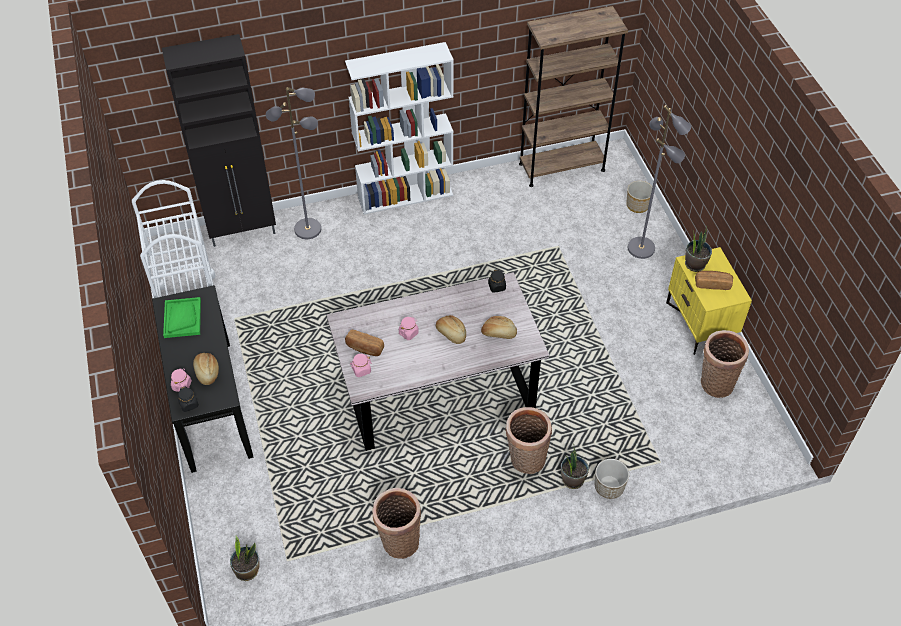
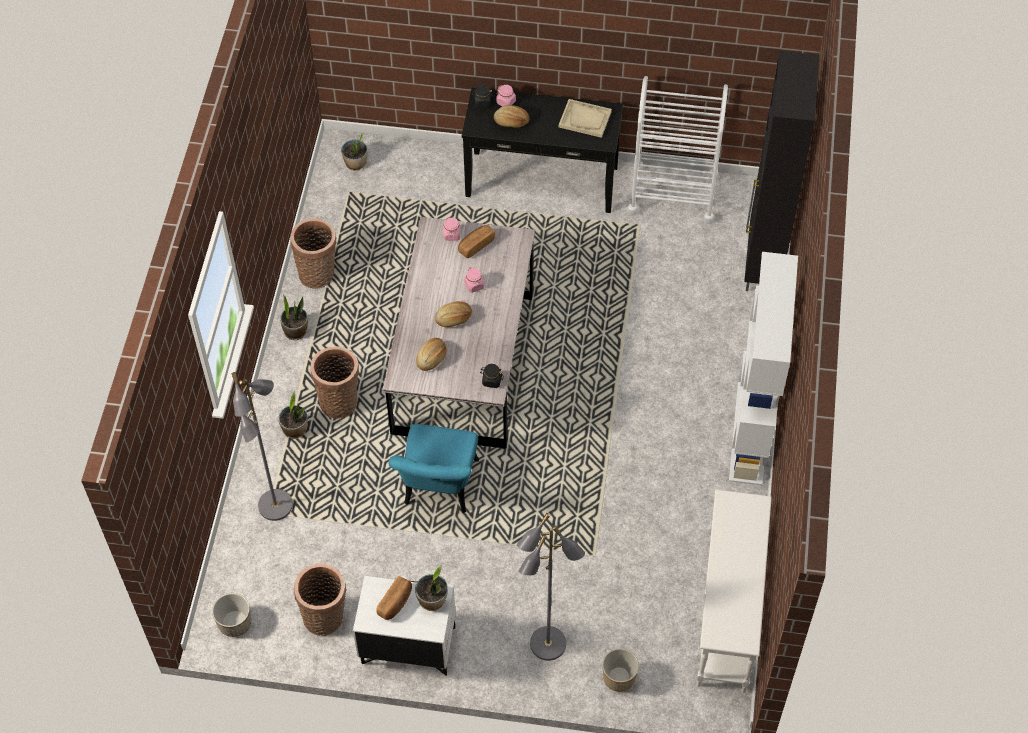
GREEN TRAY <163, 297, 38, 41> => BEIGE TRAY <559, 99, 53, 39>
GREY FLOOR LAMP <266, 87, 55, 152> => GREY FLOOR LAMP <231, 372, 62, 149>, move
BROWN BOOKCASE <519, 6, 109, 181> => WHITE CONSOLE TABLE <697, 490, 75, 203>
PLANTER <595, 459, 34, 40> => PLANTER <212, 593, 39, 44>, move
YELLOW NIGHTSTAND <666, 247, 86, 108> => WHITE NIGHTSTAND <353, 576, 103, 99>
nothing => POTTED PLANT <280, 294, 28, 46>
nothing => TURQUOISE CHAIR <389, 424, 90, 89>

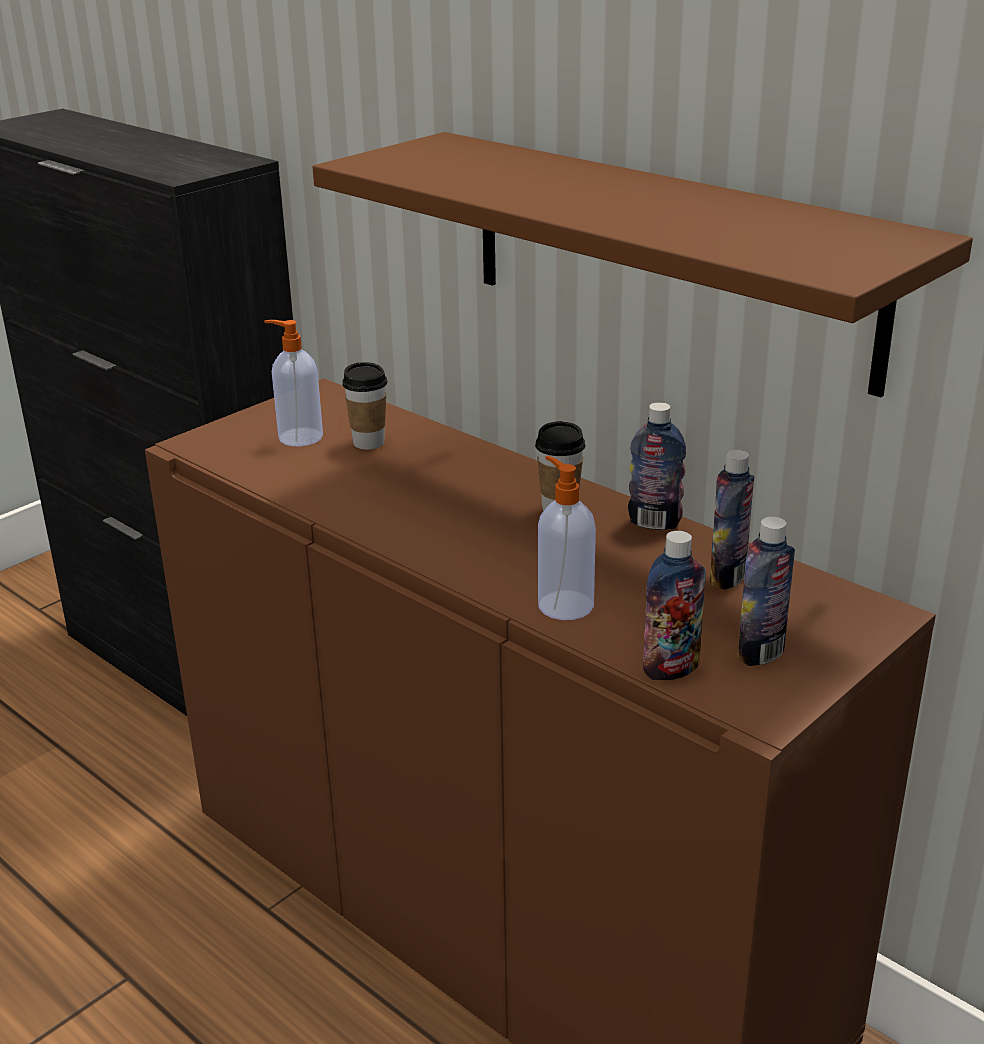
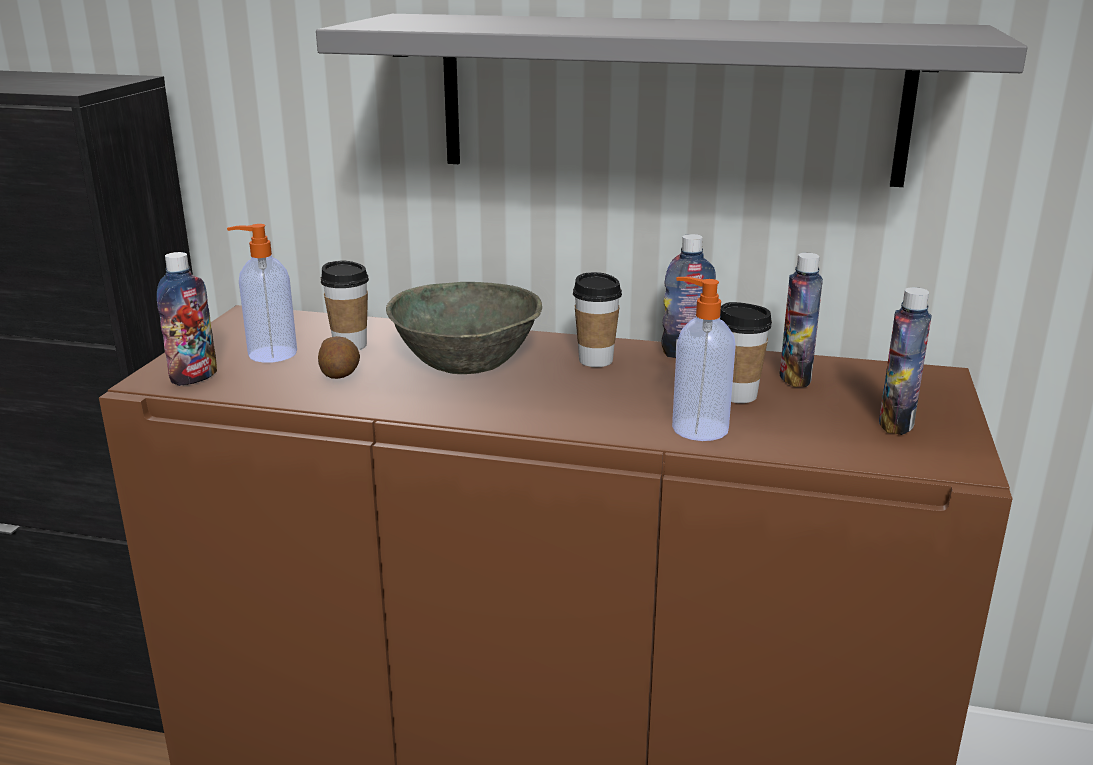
BROWN SHELF <313, 132, 660, 266> => GREY SHELF <316, 14, 711, 173>
BOTTLE <643, 531, 63, 149> => BOTTLE <157, 252, 60, 134>, move
nothing => POTATO <318, 336, 42, 43>
nothing => GREY BOWL <386, 282, 156, 92>
nothing => CUP <720, 302, 52, 101>

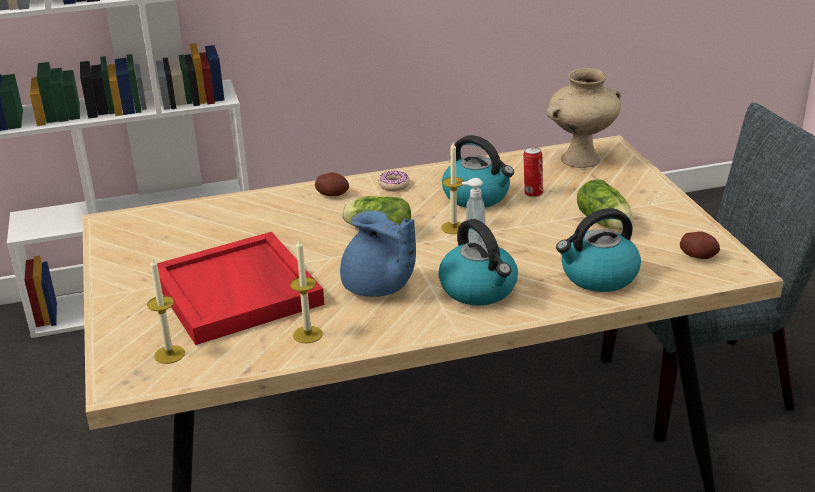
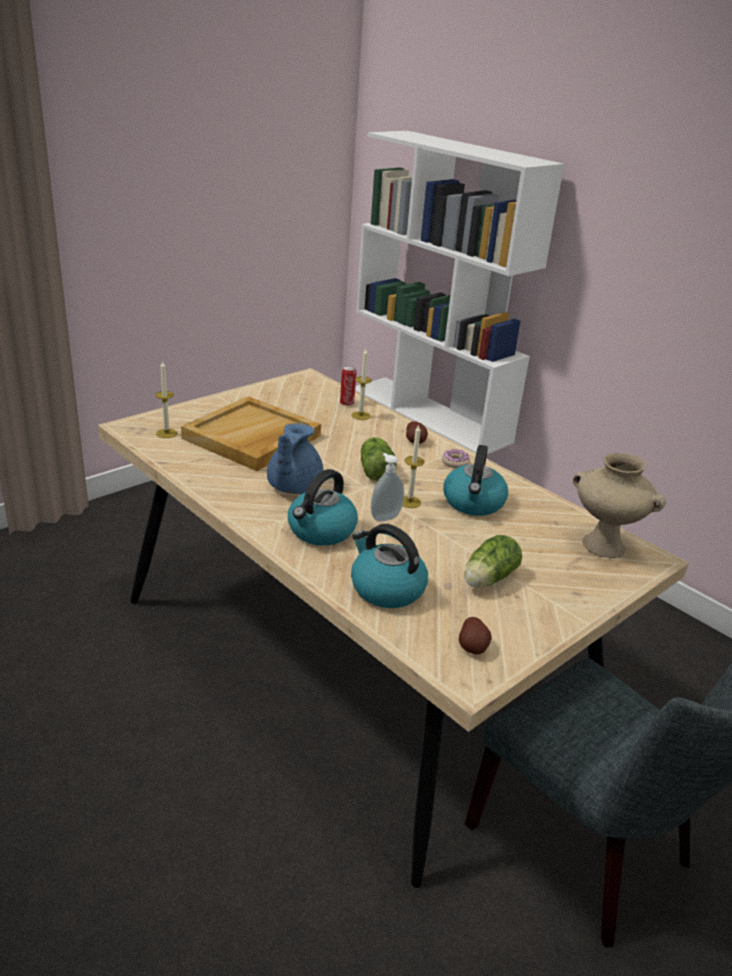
RED TRAY <157, 232, 167, 113> => BEIGE TRAY <181, 396, 140, 75>
CANDLE <290, 239, 33, 105> => CANDLE <351, 349, 21, 71>, move
CAN <523, 147, 20, 50> => CAN <340, 366, 17, 40>, move

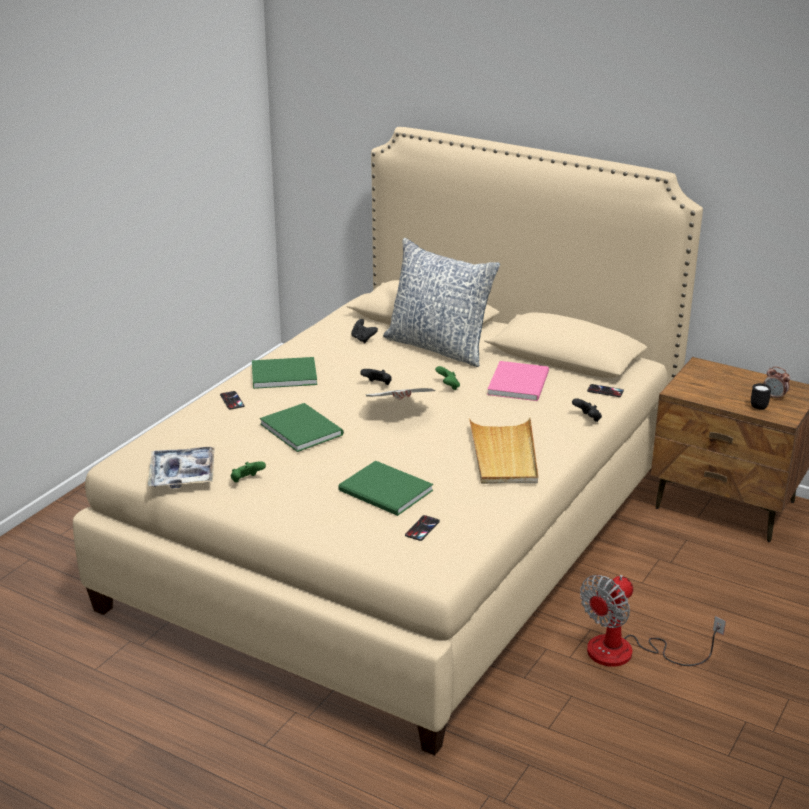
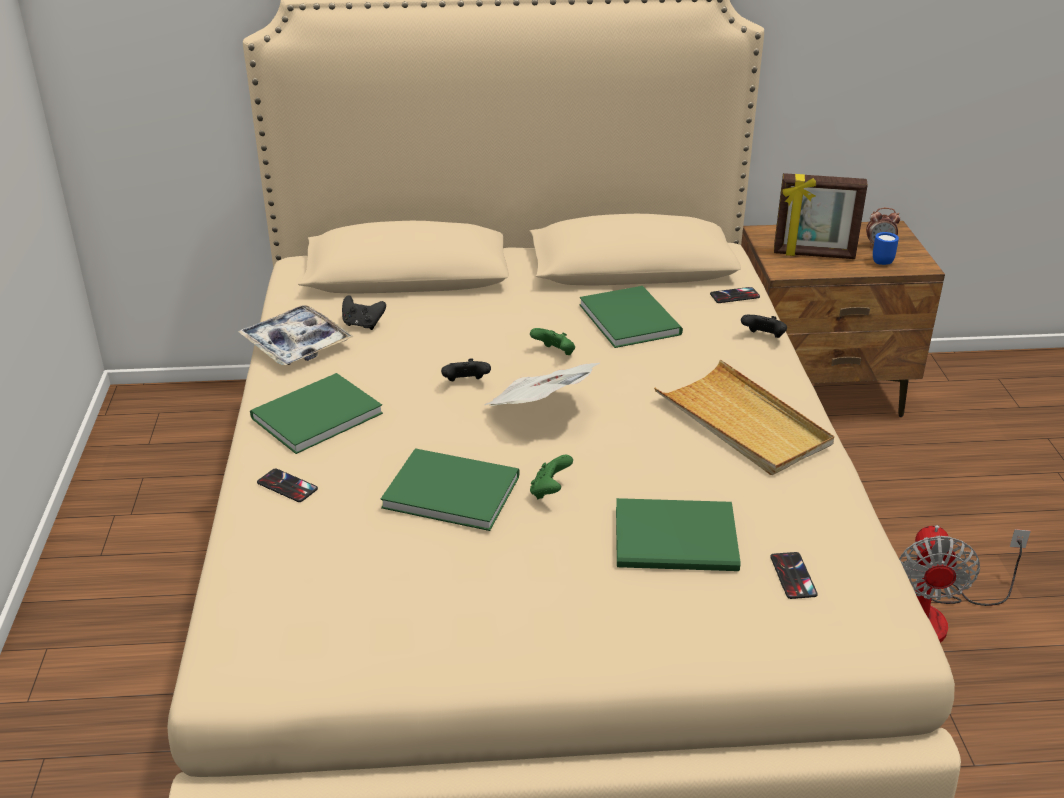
TRAY <148, 447, 66, 42> => TRAY <237, 305, 117, 60>, move
GREEN GAME CONTROLLER <231, 461, 35, 21> => GREEN GAME CONTROLLER <530, 455, 43, 44>, move
PILLOW <383, 238, 117, 129> => nothing
PINK BOOK <487, 361, 62, 40> => GREEN BOOK <580, 286, 103, 62>
BLACK MUG <751, 383, 20, 27> => BLUE MUG <873, 232, 26, 33>
nothing => PICTURE FRAME <774, 173, 94, 86>

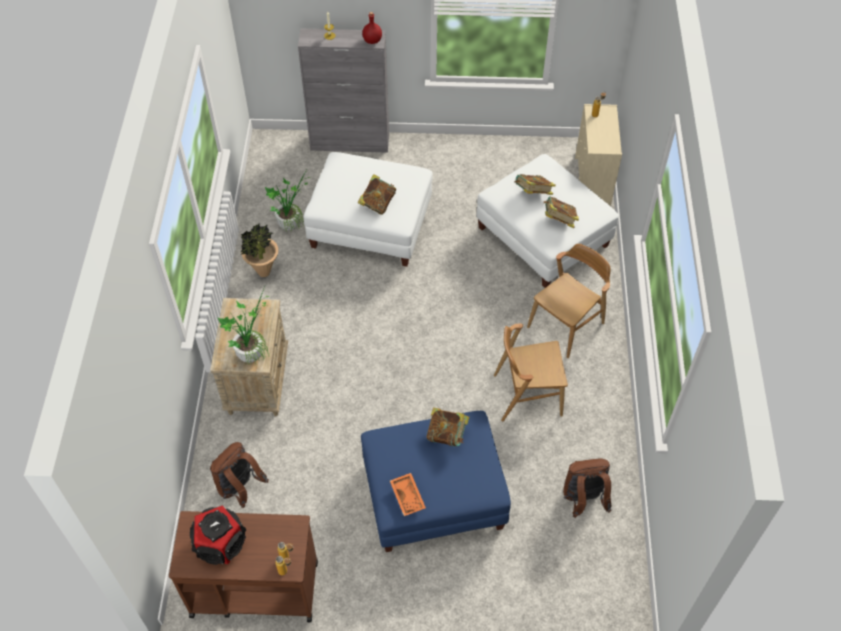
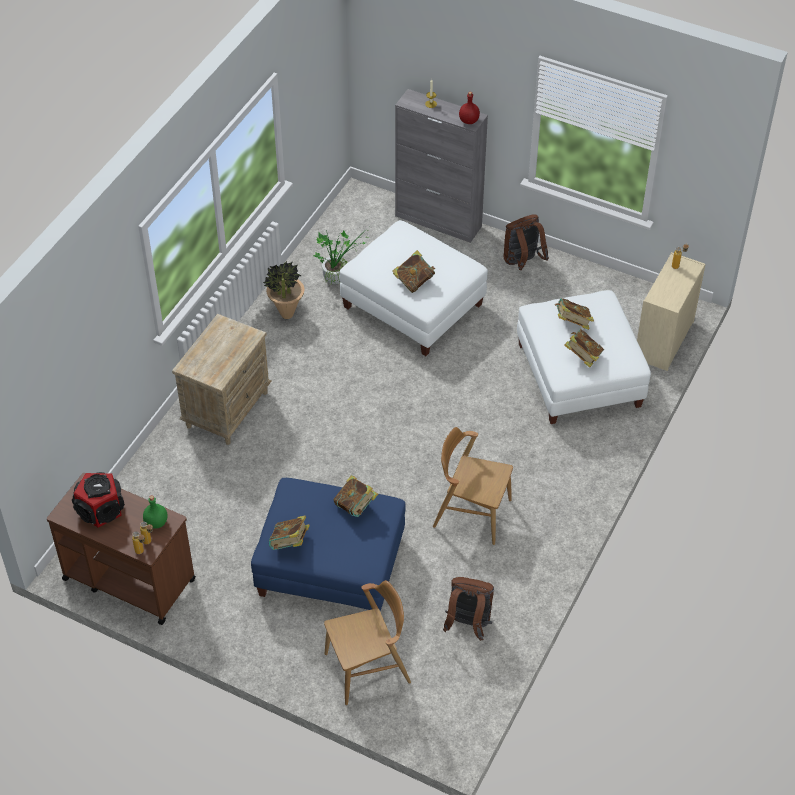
BROWN BACKPACK <210, 442, 59, 66> => BROWN BACKPACK <504, 214, 45, 56>, move
POTTED PLANT <217, 284, 53, 82> => nothing
ORANGE TRAY <390, 473, 36, 43> => BOOK <269, 515, 41, 35>
BROWN CHAIR <527, 244, 84, 114> => BROWN CHAIR <324, 580, 87, 125>, move
nothing => GREEN BOTTLE <143, 496, 24, 33>

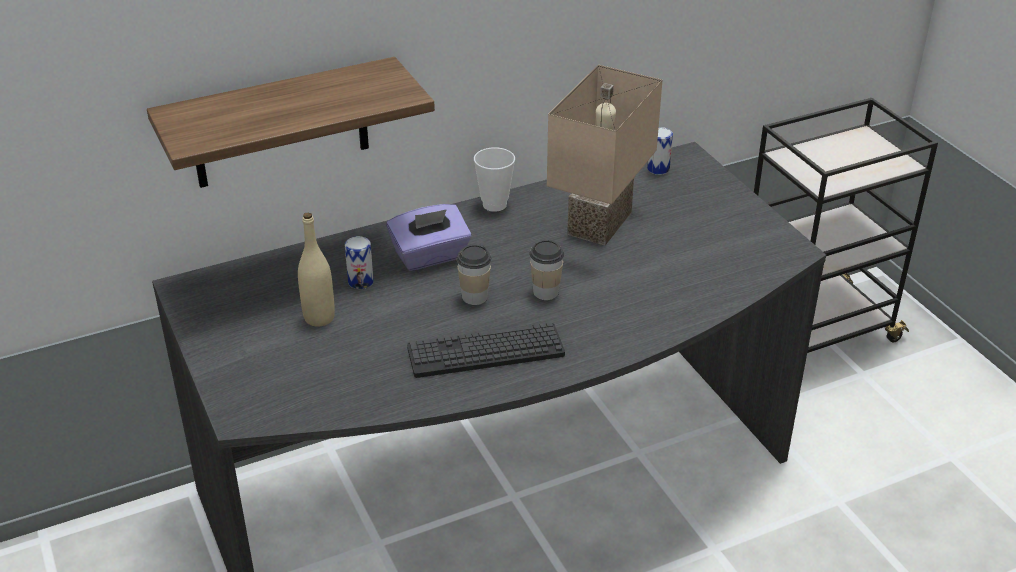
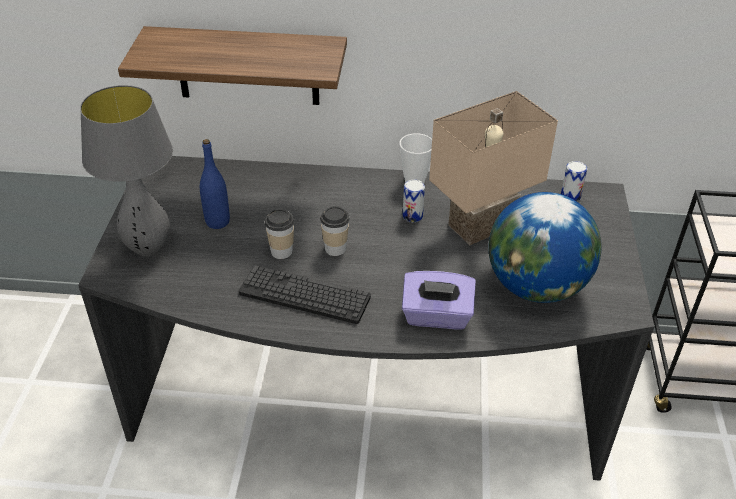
BEIGE BOTTLE <298, 212, 37, 115> => BLUE BOTTLE <200, 139, 30, 90>
CAN <345, 236, 29, 53> => CAN <403, 180, 22, 42>, move
PURPLE TISSUE BOX <386, 204, 85, 67> => PURPLE TISSUE BOX <402, 271, 74, 58>, move
CUP <530, 240, 34, 60> => CUP <265, 209, 29, 50>, move
nothing => GREY TABLE LAMP <80, 85, 93, 171>
nothing => GLOBE <488, 192, 114, 111>

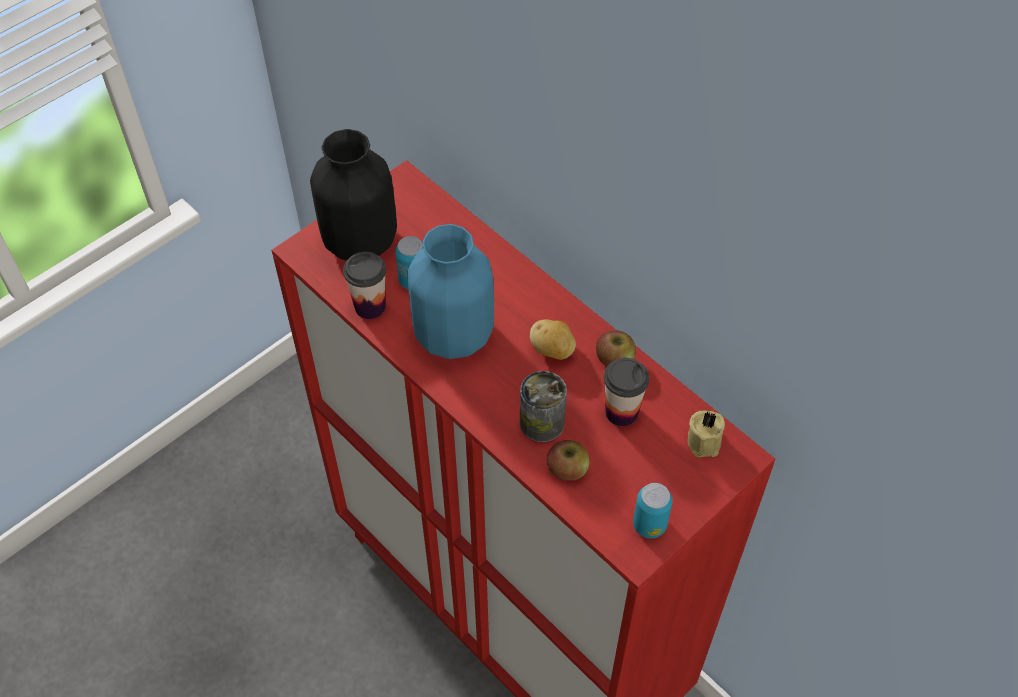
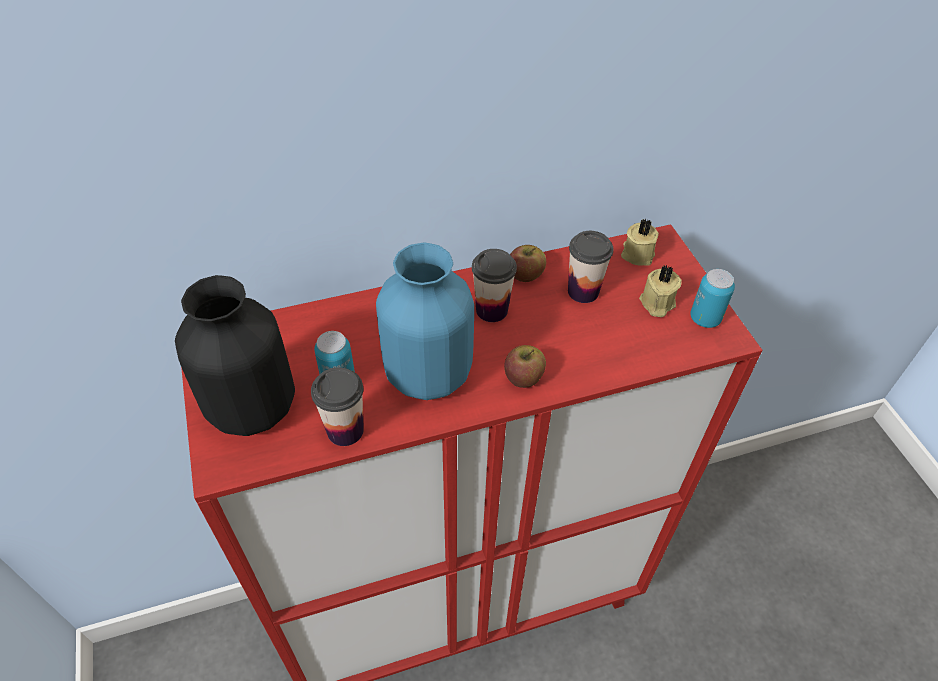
CAN <520, 371, 47, 71> => nothing
POTATO <530, 319, 46, 41> => CUP <472, 249, 45, 73>
APPLE <547, 440, 43, 40> => APPLE <504, 345, 42, 43>, move
nothing => BEIGE CANDLE <639, 265, 43, 52>

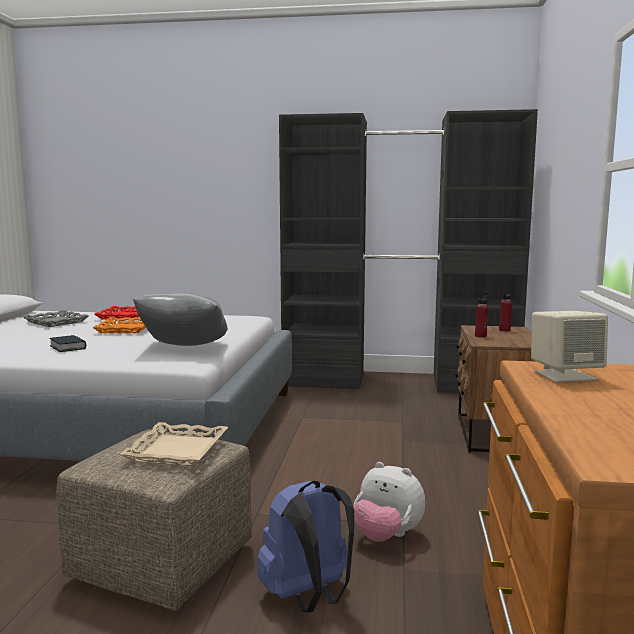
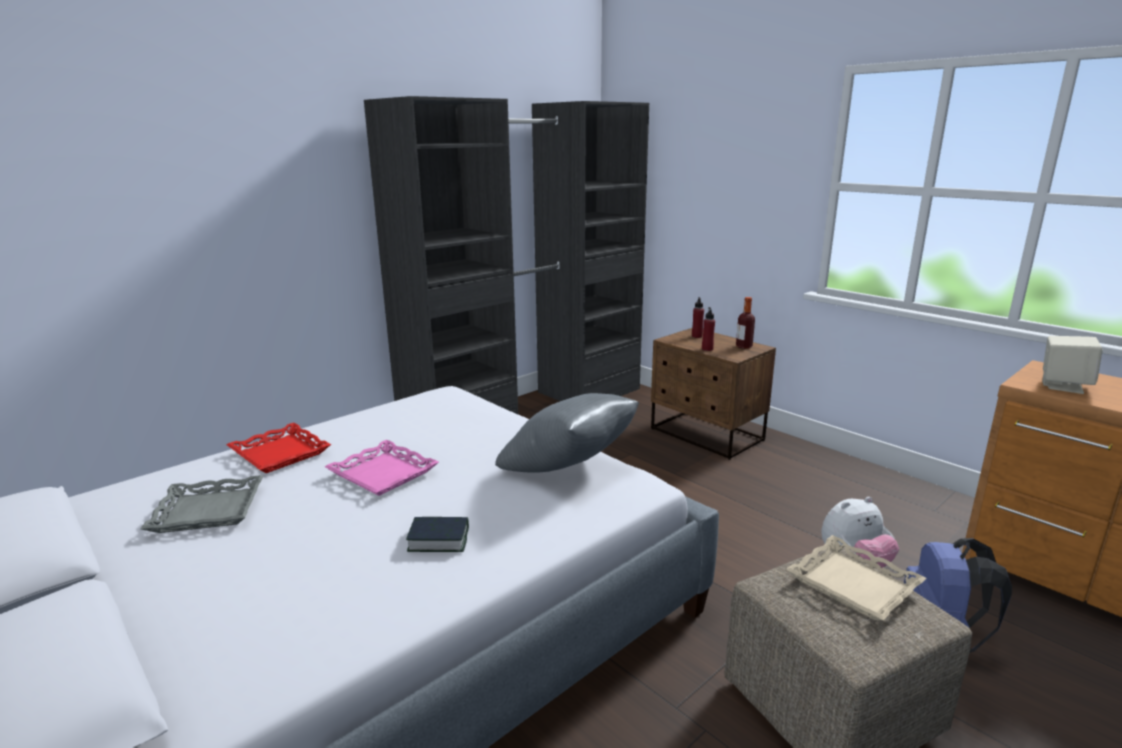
ORANGE TRAY <93, 317, 53, 16> => PINK TRAY <325, 440, 114, 56>
nothing => BOTTLE <736, 297, 19, 52>

